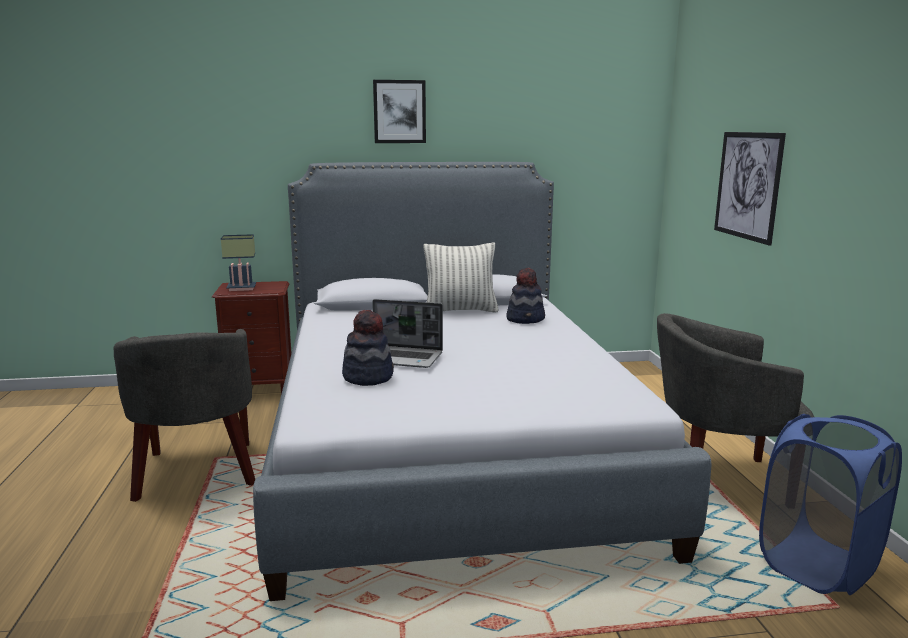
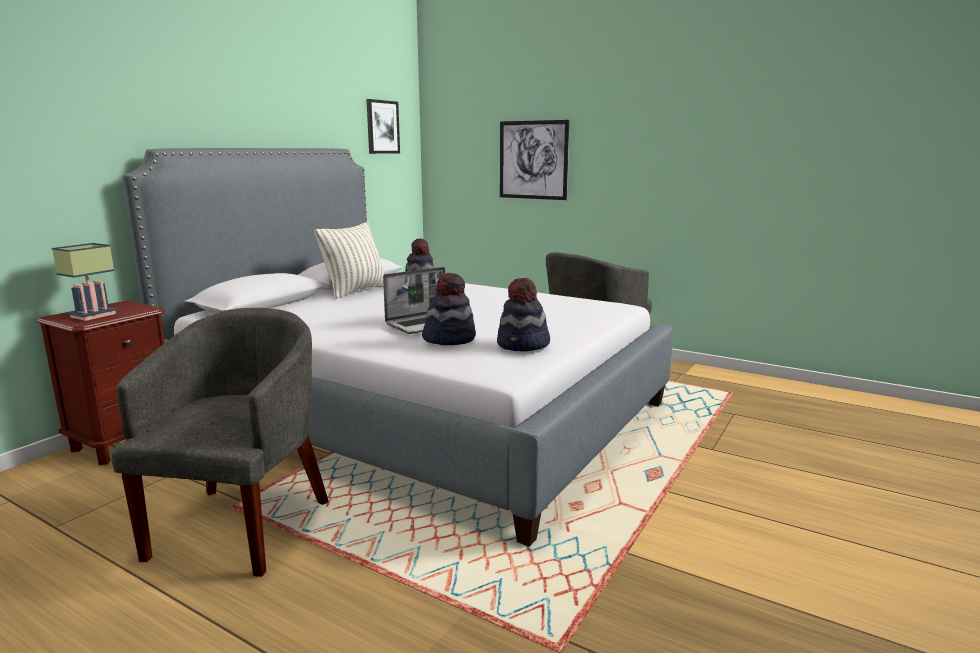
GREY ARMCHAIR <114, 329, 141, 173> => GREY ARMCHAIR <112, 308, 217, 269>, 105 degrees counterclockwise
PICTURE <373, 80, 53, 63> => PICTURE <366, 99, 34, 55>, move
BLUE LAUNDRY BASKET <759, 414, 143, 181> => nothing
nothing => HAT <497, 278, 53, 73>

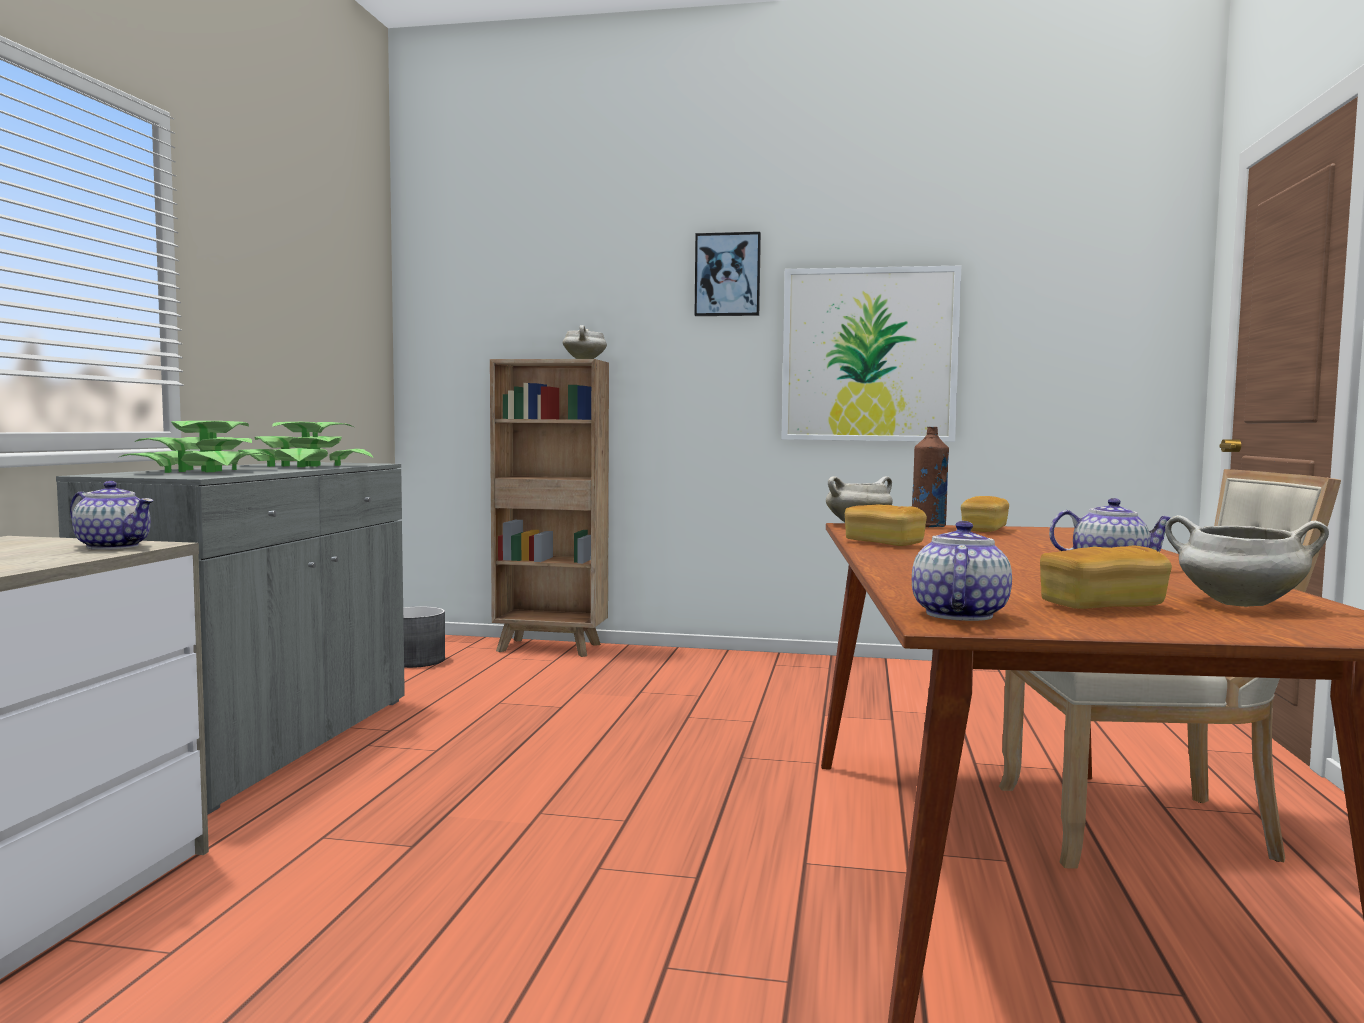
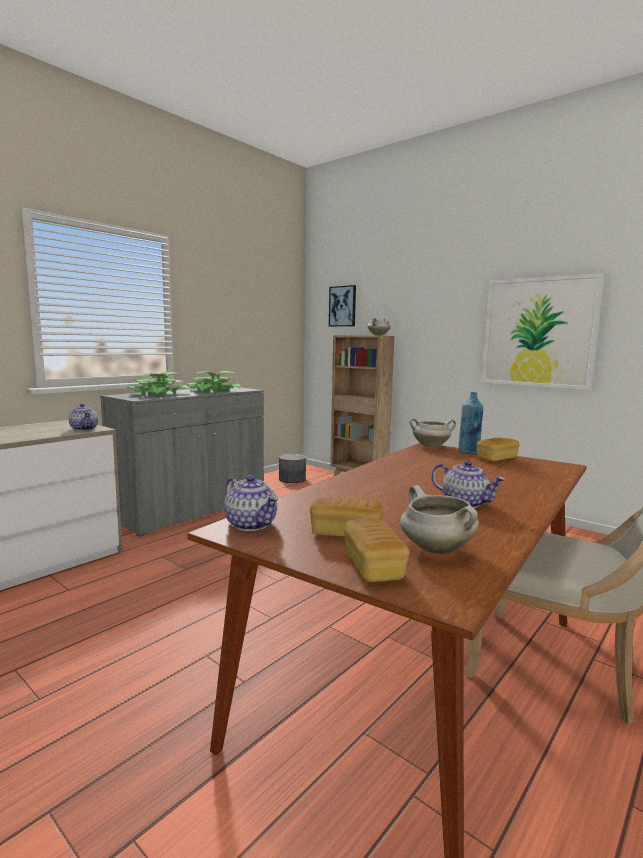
PICTURE <694, 232, 67, 84> => PICTURE <329, 285, 27, 42>, move
BREAD <845, 504, 82, 42> => BREAD <344, 518, 65, 64>, move
BROWN BOTTLE <912, 427, 37, 100> => BLUE BOTTLE <458, 392, 26, 62>
TEAPOT <912, 521, 100, 100> => TEAPOT <224, 475, 55, 56>, 90 degrees clockwise

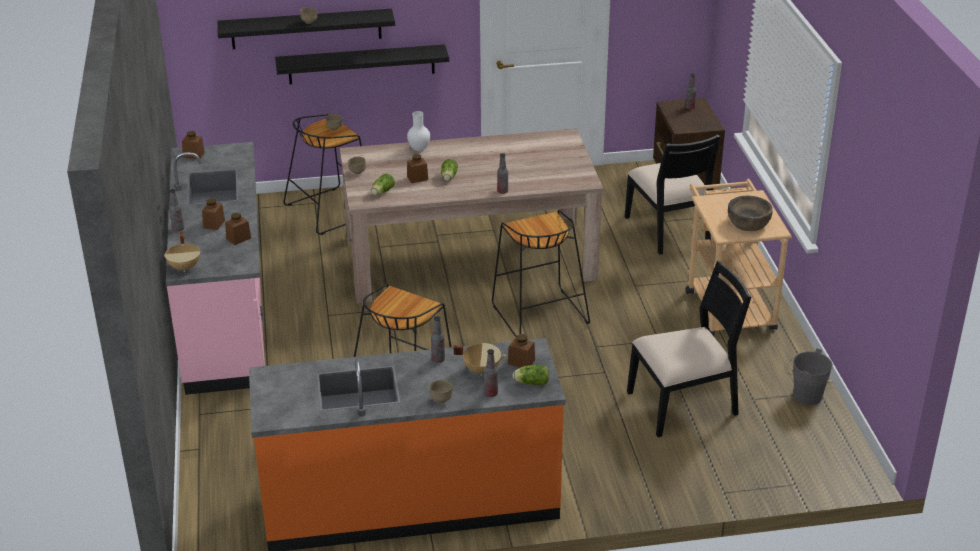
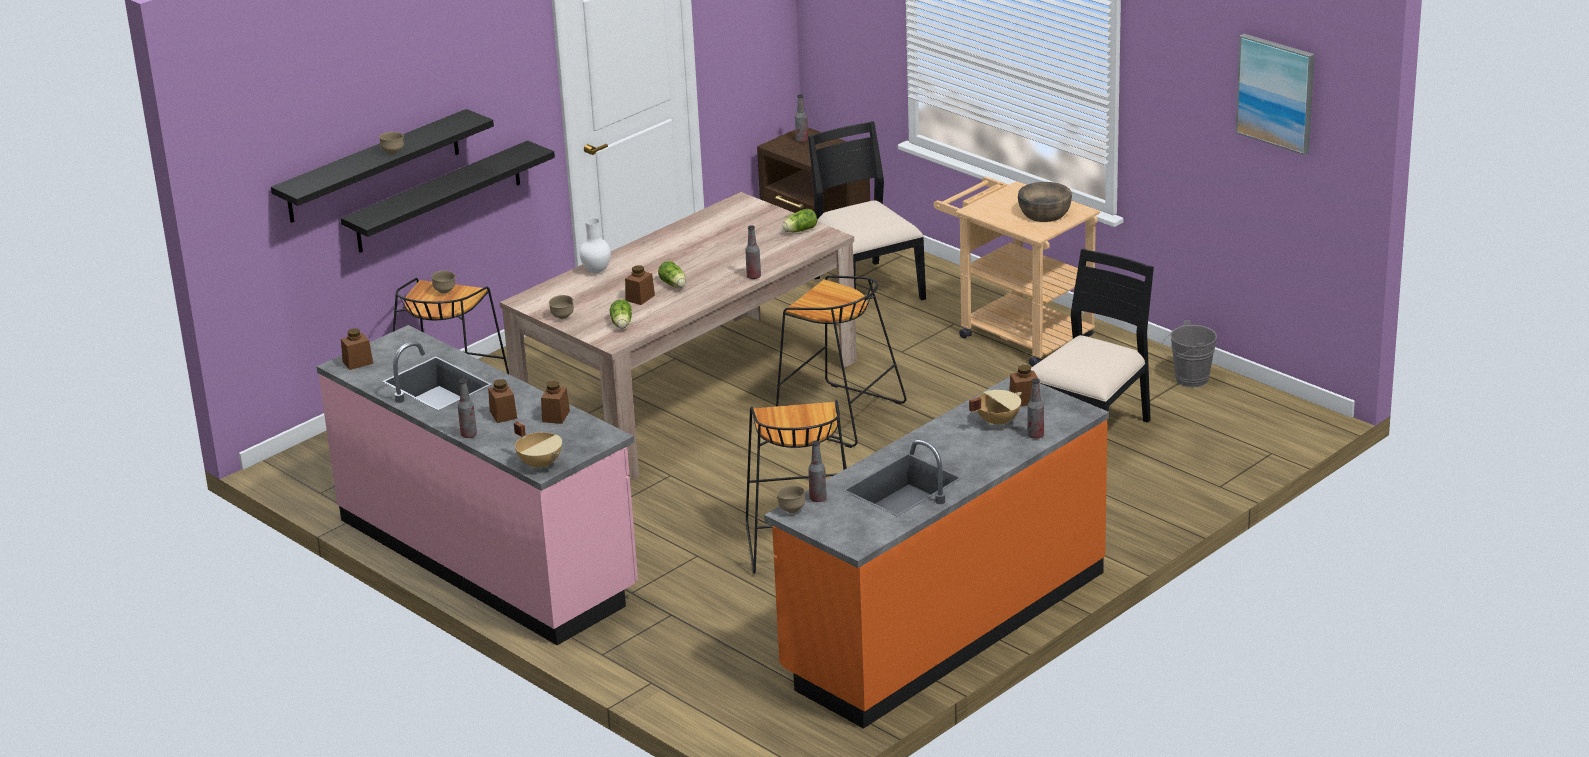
BROWN BOWL <430, 380, 23, 23> => BROWN BOWL <777, 485, 28, 28>, move
BOTTLE <431, 316, 14, 47> => BOTTLE <808, 440, 19, 62>, move
LETTUCE <513, 365, 36, 20> => LETTUCE <782, 209, 35, 23>, move
BLACK CHAIR <625, 134, 95, 121> => BLACK CHAIR <808, 121, 118, 179>, 150 degrees counterclockwise
nothing => PICTURE <1236, 34, 79, 121>

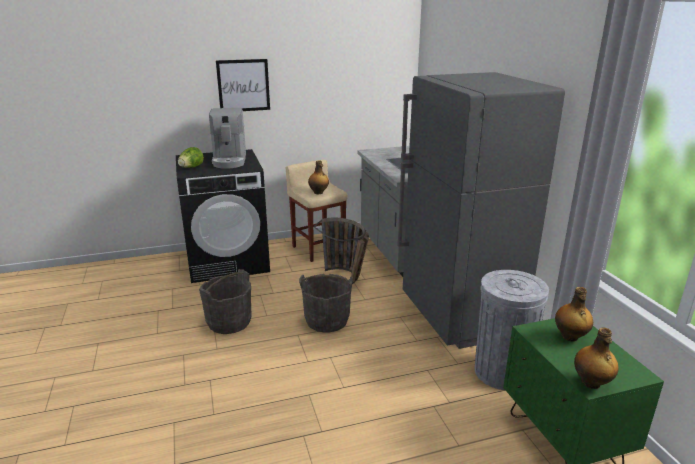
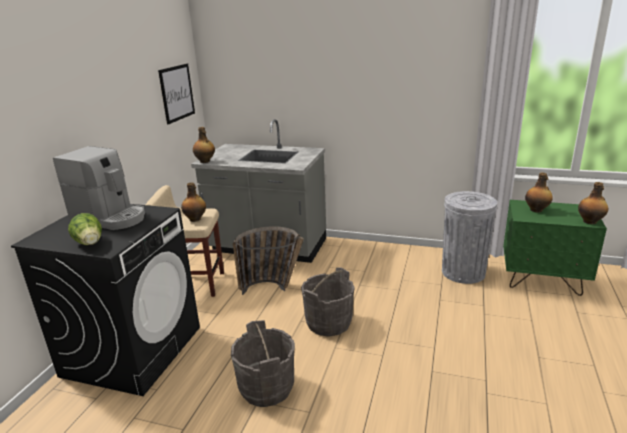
PICTURE <216, 59, 54, 52> => PICTURE <158, 64, 37, 60>, move
GREY FRIDGE <397, 72, 168, 277> => nothing
nothing => BOTTLE <193, 127, 22, 36>

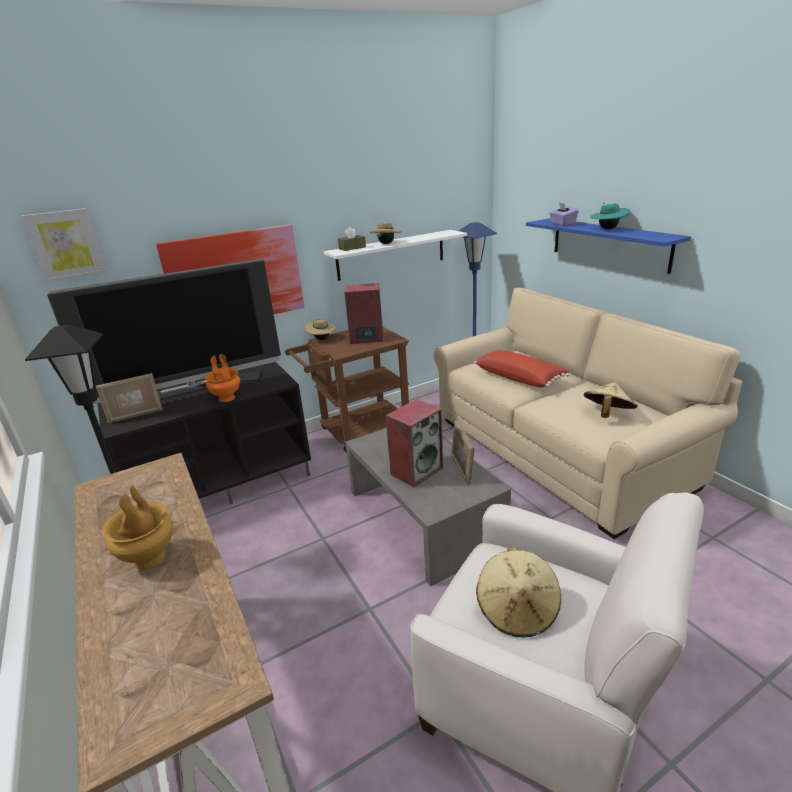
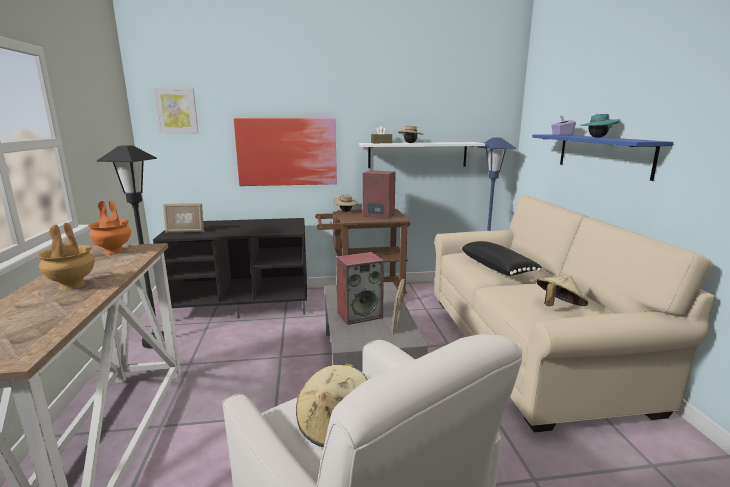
TELEVISION <47, 259, 234, 145> => nothing
ORANGE VASE <205, 354, 35, 48> => ORANGE VASE <88, 201, 43, 54>, move
RED PILLOW <474, 350, 96, 37> => BLACK PILLOW <461, 241, 81, 35>

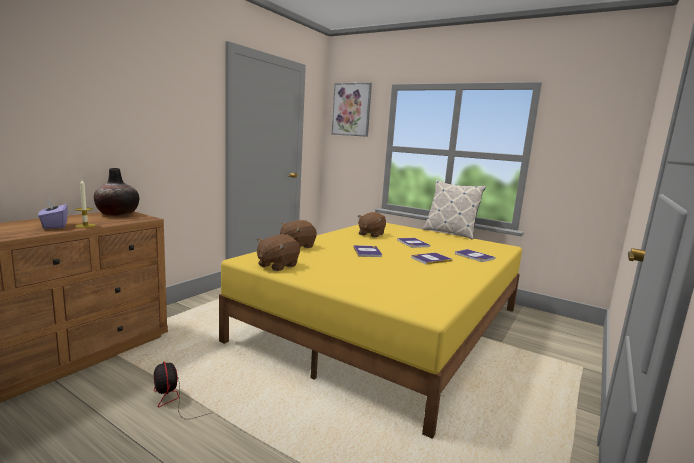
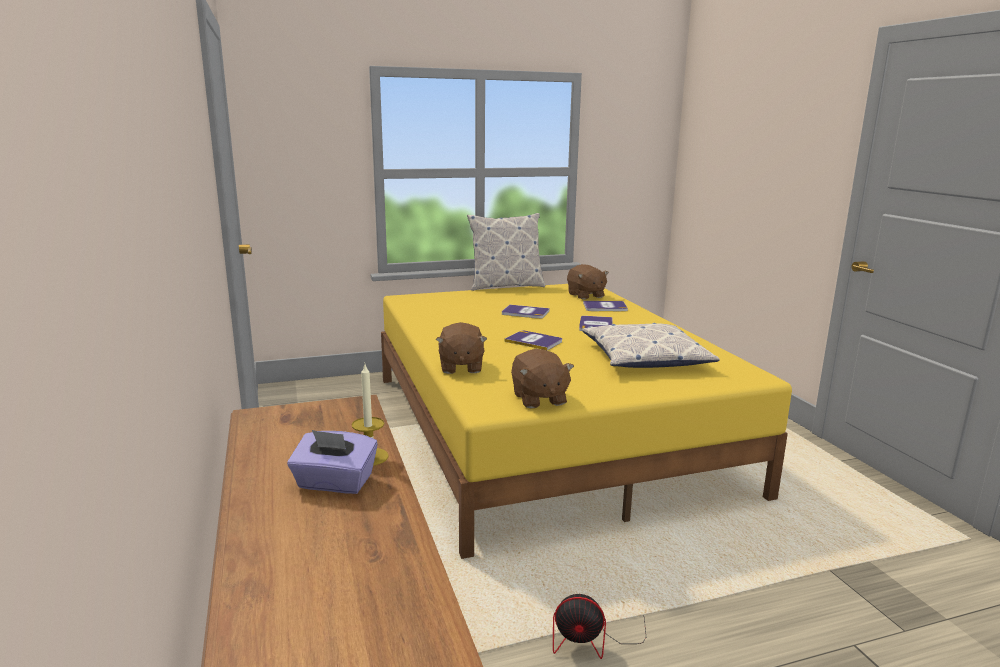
VASE <94, 168, 45, 48> => nothing
PICTURE <332, 83, 40, 54> => nothing
BROWN PLUSH TOY <358, 212, 28, 26> => BROWN PLUSH TOY <567, 264, 42, 36>, move
nothing => PILLOW <582, 323, 138, 45>

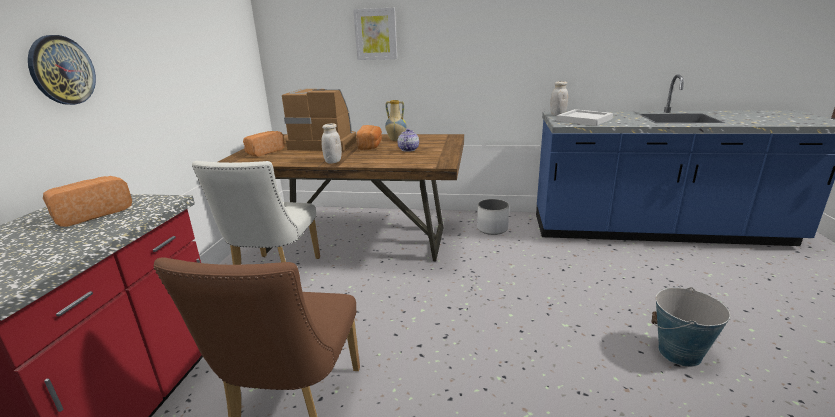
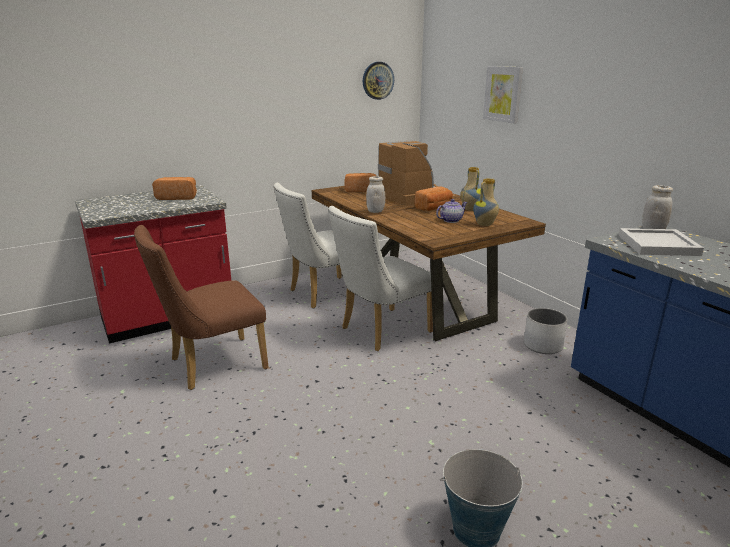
WALL CLOCK <28, 35, 68, 70> => WALL CLOCK <363, 62, 31, 38>, move
nothing => WHITE CHAIR <328, 206, 105, 145>
nothing => VASE <473, 179, 26, 47>

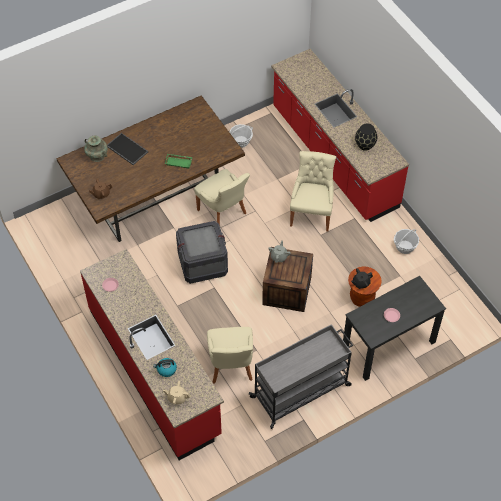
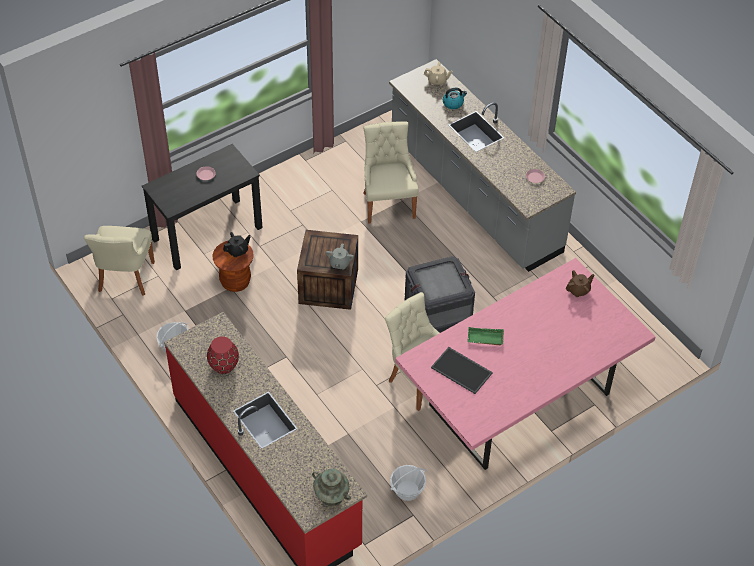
BROWN DINING TABLE <57, 95, 188, 147> => PINK DINING TABLE <395, 258, 260, 212>
RED COUNTER <80, 249, 144, 211> => GREY COUNTER <389, 59, 187, 213>
TURQUOISE VASE <84, 136, 24, 26> => TURQUOISE VASE <312, 469, 39, 37>, move
TRAY <107, 133, 41, 32> => TRAY <431, 347, 62, 47>, move
GREY CART <249, 324, 104, 105> => nothing
BEIGE CHAIR <290, 151, 46, 80> => BEIGE CHAIR <84, 226, 71, 70>, move
BLACK VASE <355, 123, 22, 28> => RED VASE <207, 336, 32, 38>

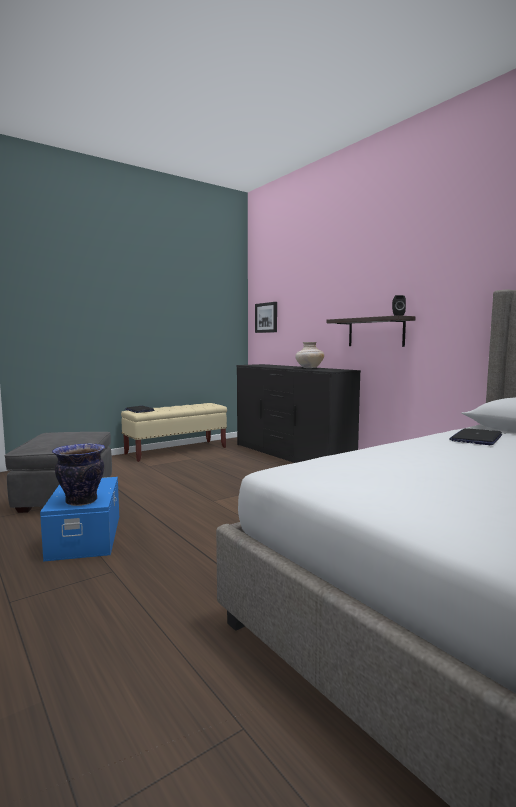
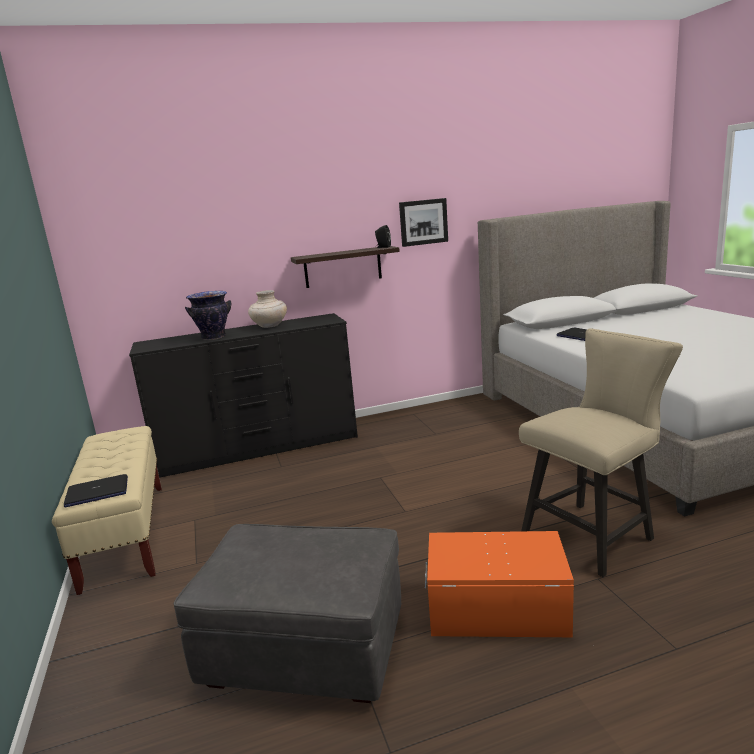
BLUE STORAGE BOX <40, 477, 79, 85> => ORANGE STORAGE BOX <425, 531, 149, 106>
VASE <52, 443, 53, 63> => VASE <185, 291, 46, 49>, move
PICTURE <255, 302, 22, 31> => PICTURE <399, 198, 49, 49>, move
nothing => BEIGE CHAIR <519, 328, 164, 249>

